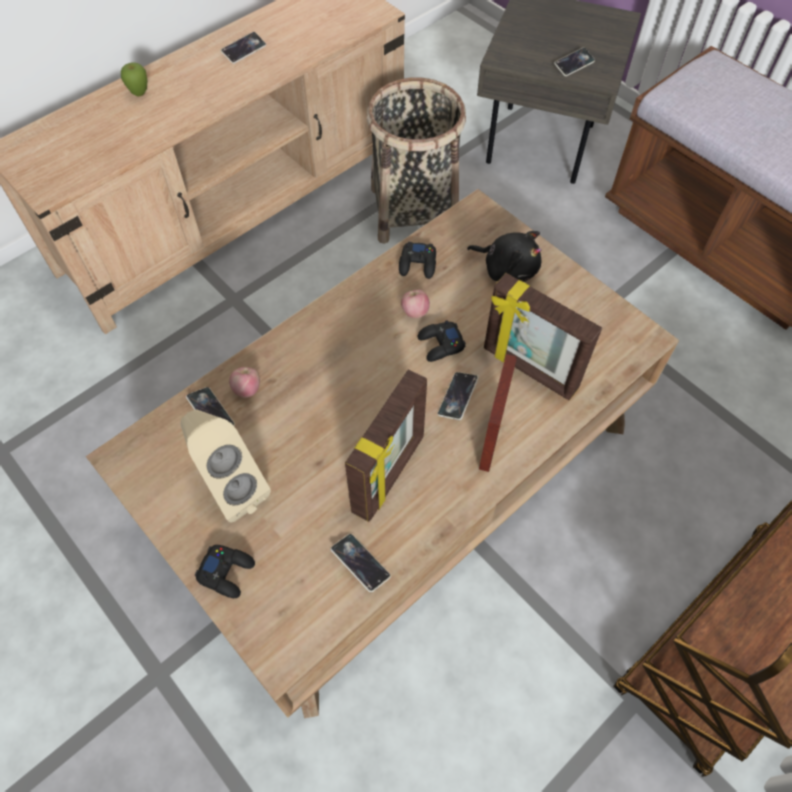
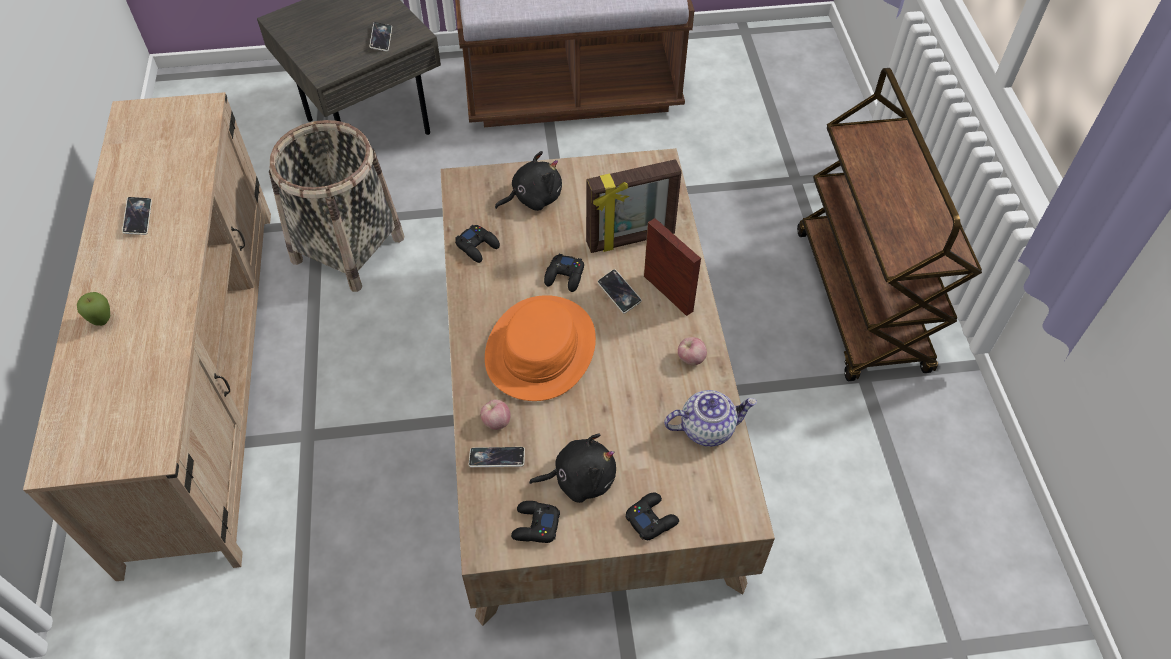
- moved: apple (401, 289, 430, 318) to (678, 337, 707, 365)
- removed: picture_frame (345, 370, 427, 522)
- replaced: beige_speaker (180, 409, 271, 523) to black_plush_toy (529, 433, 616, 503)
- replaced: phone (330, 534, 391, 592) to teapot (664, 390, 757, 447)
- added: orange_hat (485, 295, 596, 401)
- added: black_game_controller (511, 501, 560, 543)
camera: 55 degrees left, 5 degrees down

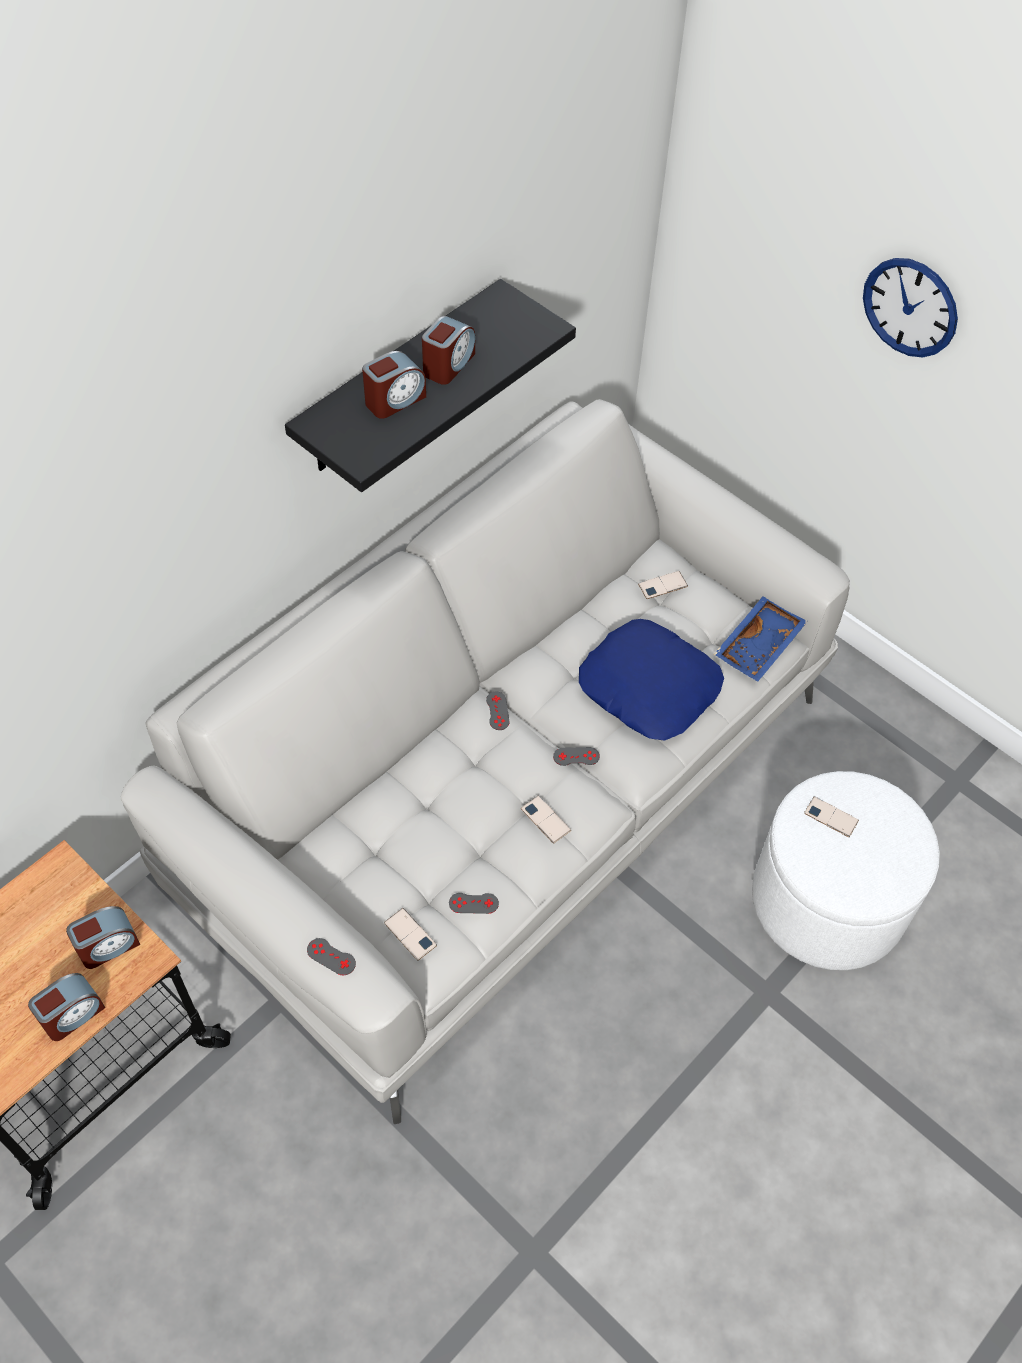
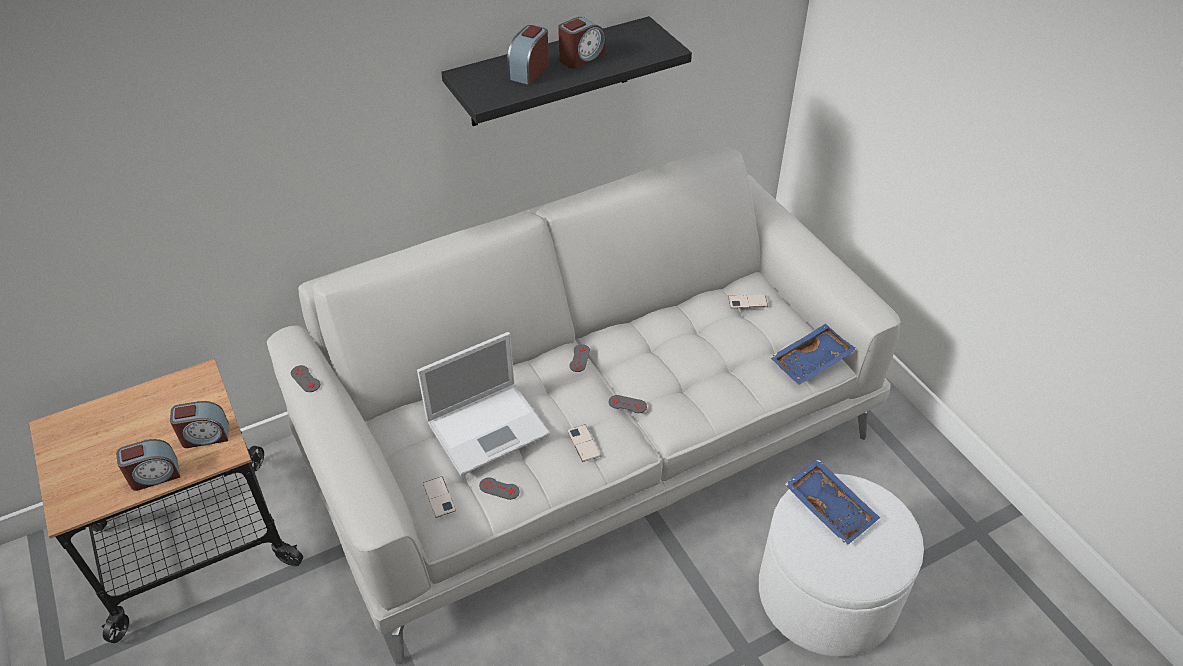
- removed: wall_clock (863, 258, 958, 357)
- turned: alarm_clock (362, 351, 426, 419) = (507, 25, 549, 85) 135 degrees clockwise
- removed: blue_pillow (579, 619, 724, 741)
- replaced: phone (804, 796, 859, 837) to blue_tray (785, 459, 880, 546)
- moved: grey_game_controller (307, 938, 356, 976) to (291, 365, 320, 392)
- added: laptop (417, 332, 550, 476)
camera: 20 degrees right, 10 degrees down

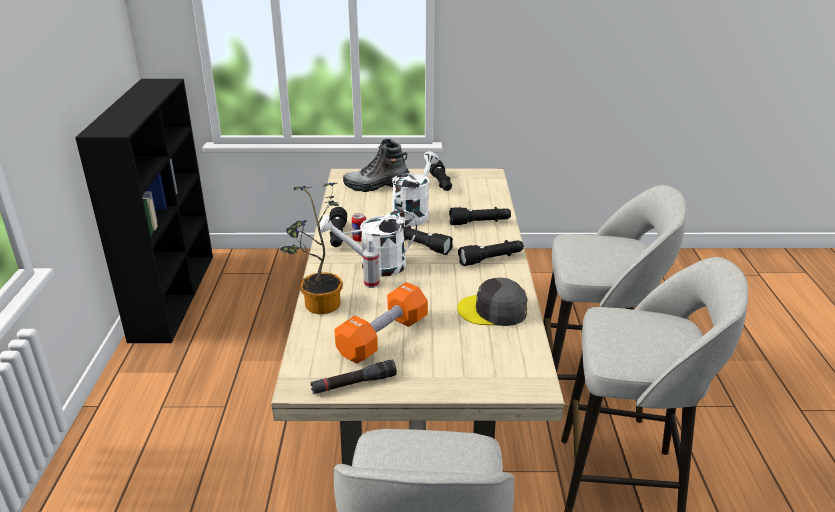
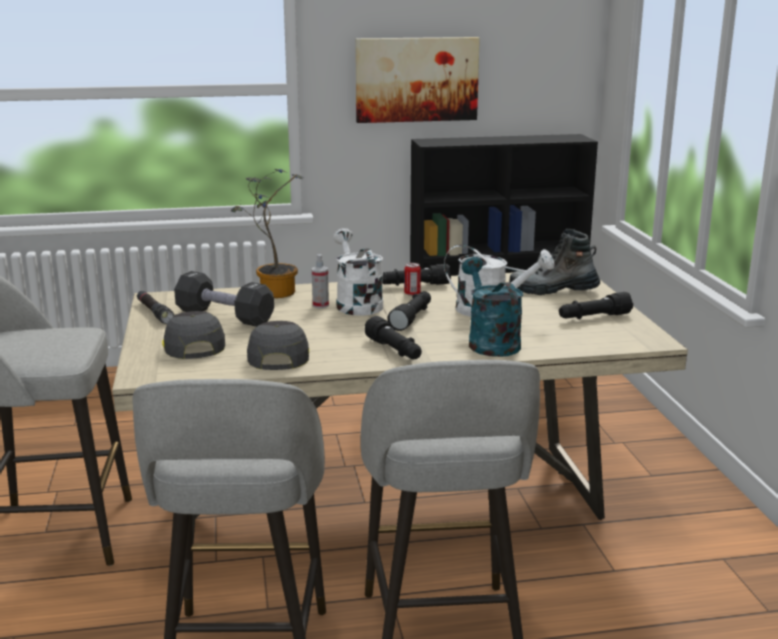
- turned: boot (343, 139, 409, 192) = (509, 229, 600, 295) 75 degrees counterclockwise
- replaced: black_flashlight (449, 207, 511, 225) to turquoise_watering_can (462, 257, 523, 357)
- recoloured: orange_dumbbell (334, 282, 428, 364) to black_dumbbell (174, 271, 274, 327)
- added: picture (355, 37, 480, 123)
- added: grey_cap (162, 311, 225, 359)
camera: 80 degrees right, 10 degrees down

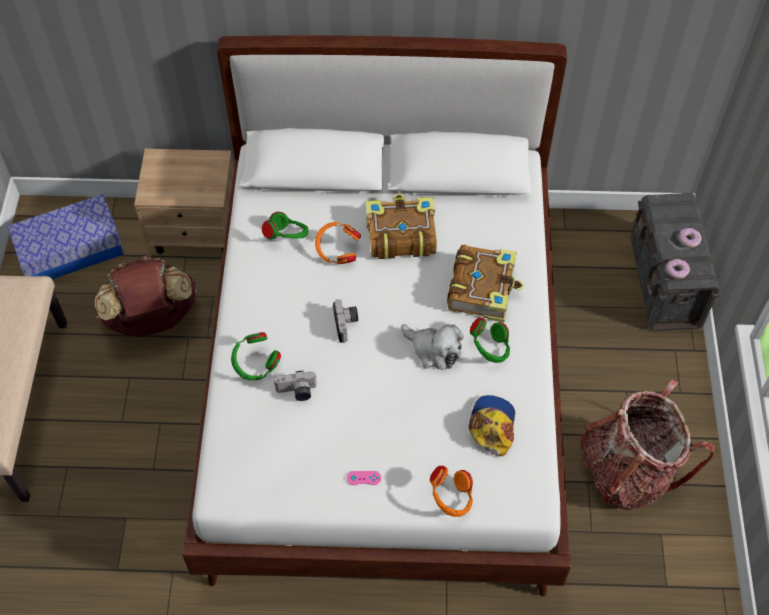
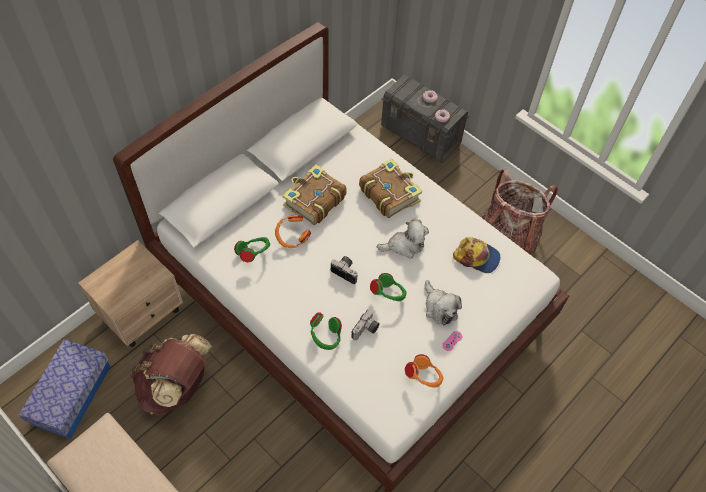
- moved: green_headphones (470, 318, 510, 363) to (370, 273, 407, 301)
- turned: cap (468, 395, 515, 456) = (453, 237, 500, 273) 150 degrees clockwise
- moved: orange_headphones (430, 466, 473, 517) to (405, 354, 444, 387)
- added: plush_toy (425, 280, 462, 325)
camera: 50 degrees left, 0 degrees up

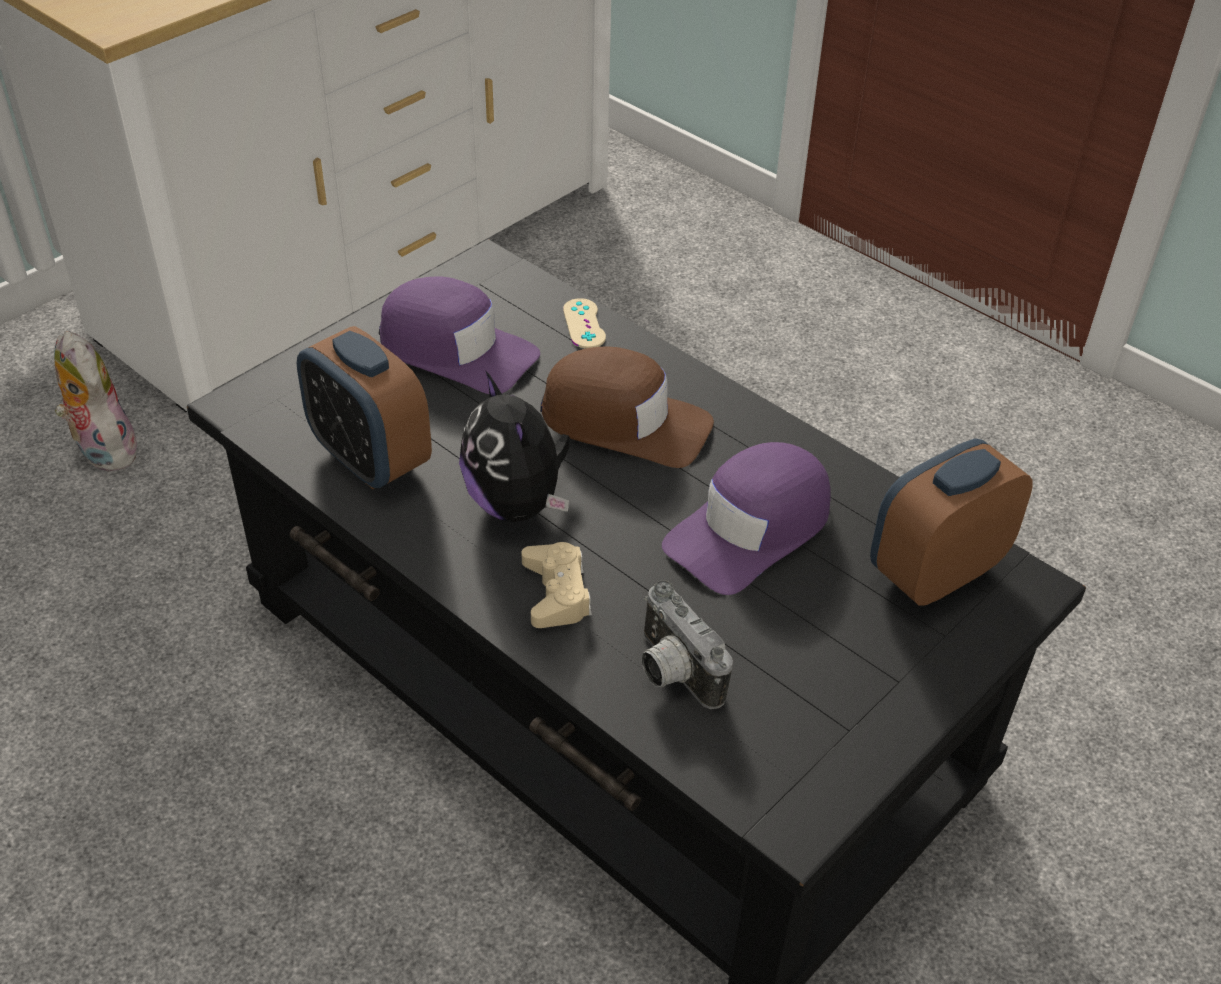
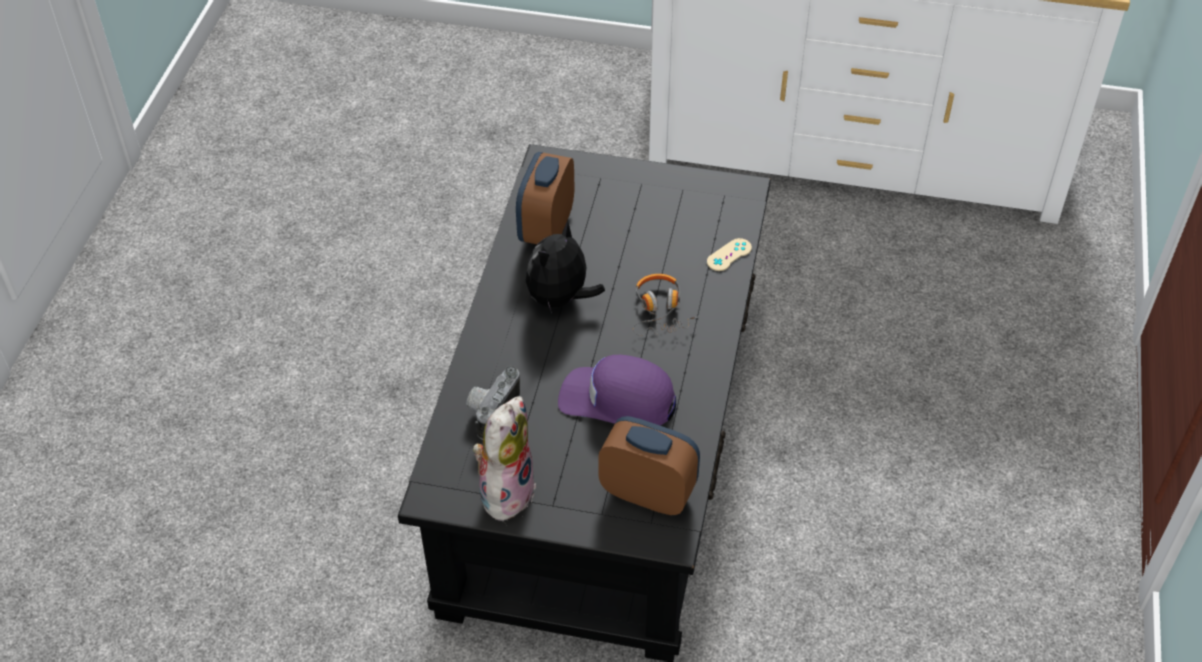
- removed: purple_cap (379, 277, 540, 394)
- moved: plush_toy (54, 331, 140, 471) to (473, 396, 536, 521)
- replaced: brown_cap (540, 346, 714, 468) to headphones (633, 274, 698, 336)
- removed: beige_game_controller (521, 542, 592, 628)
camera: 60 degrees right, 5 degrees up

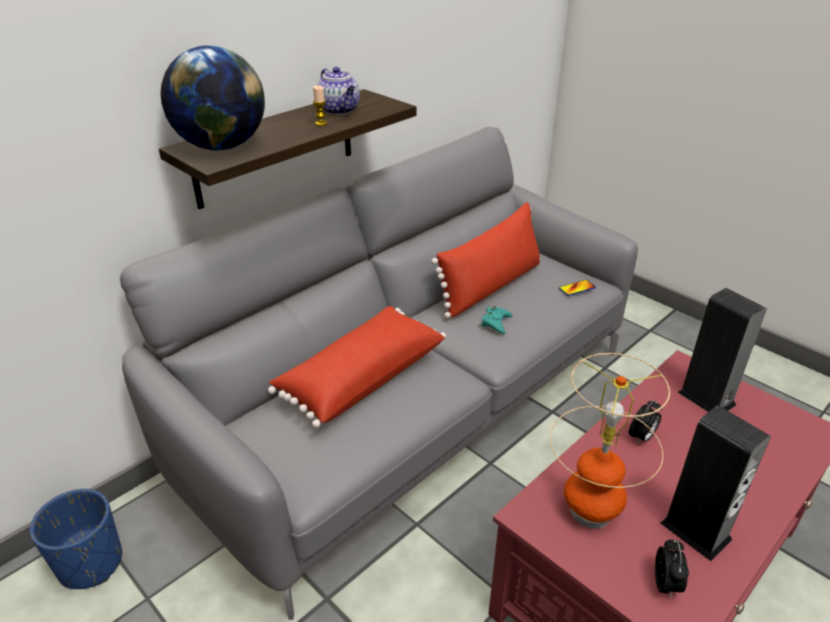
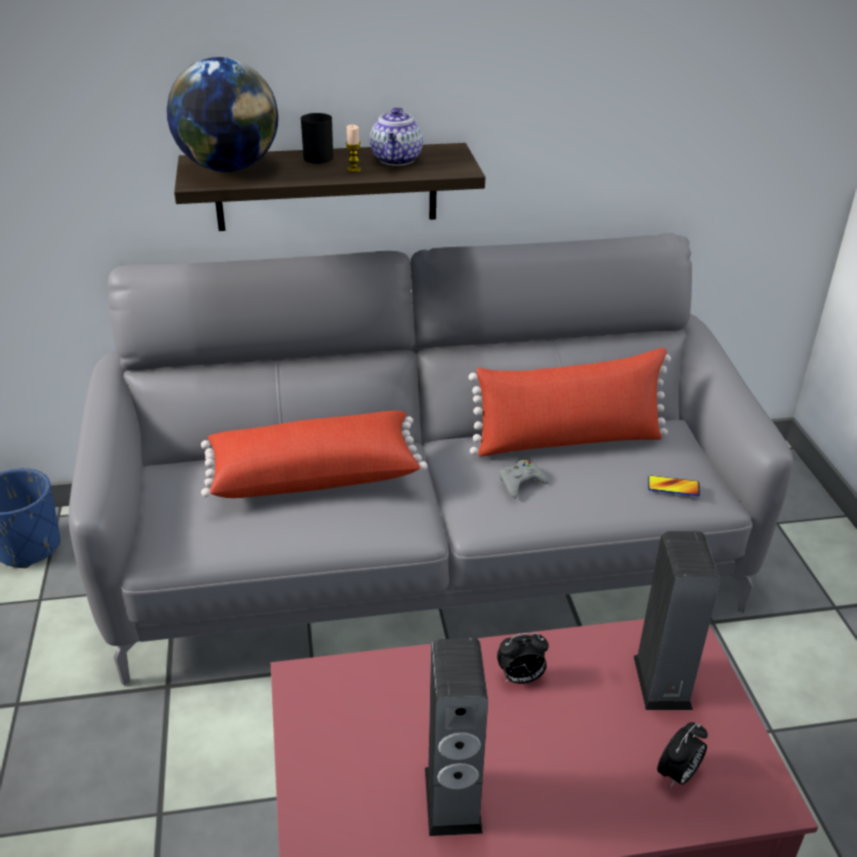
- recoloured: turquoise_game_controller (481, 306, 512, 334) to grey_game_controller (499, 460, 549, 498)
- removed: table_lamp (550, 353, 670, 529)
- moved: alarm_clock (655, 540, 689, 598) to (657, 722, 708, 788)
- added: black_mug (301, 113, 333, 164)
camera: 35 degrees right, 0 degrees up

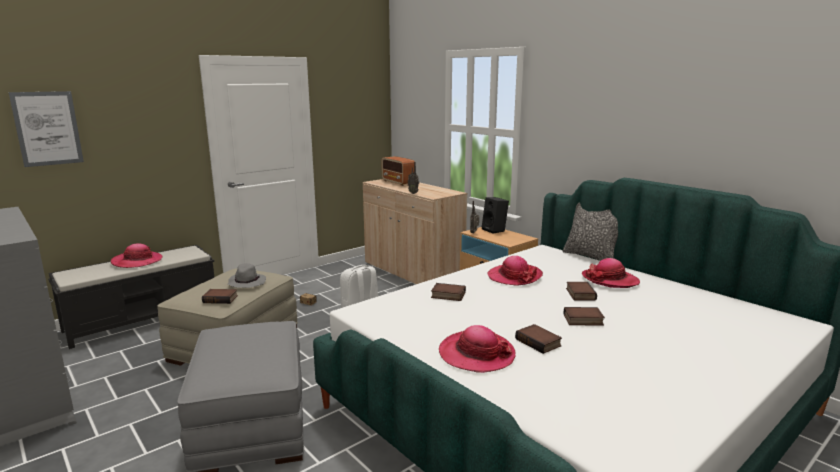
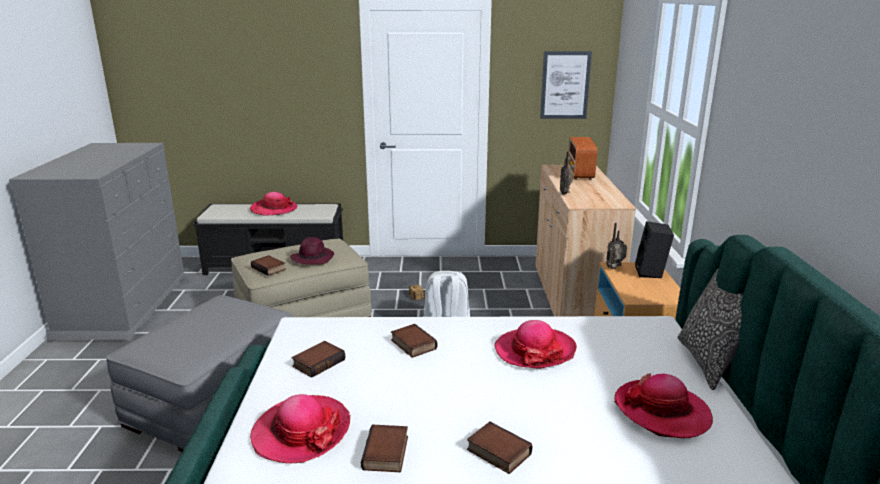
- moved: picture (9, 91, 84, 167) to (540, 51, 592, 119)
- recoloured: grey_hat (228, 263, 266, 288) to purple_hat (290, 237, 334, 265)
- moved: book (566, 282, 597, 301) to (292, 341, 345, 378)
camera: 40 degrees right, 5 degrees up

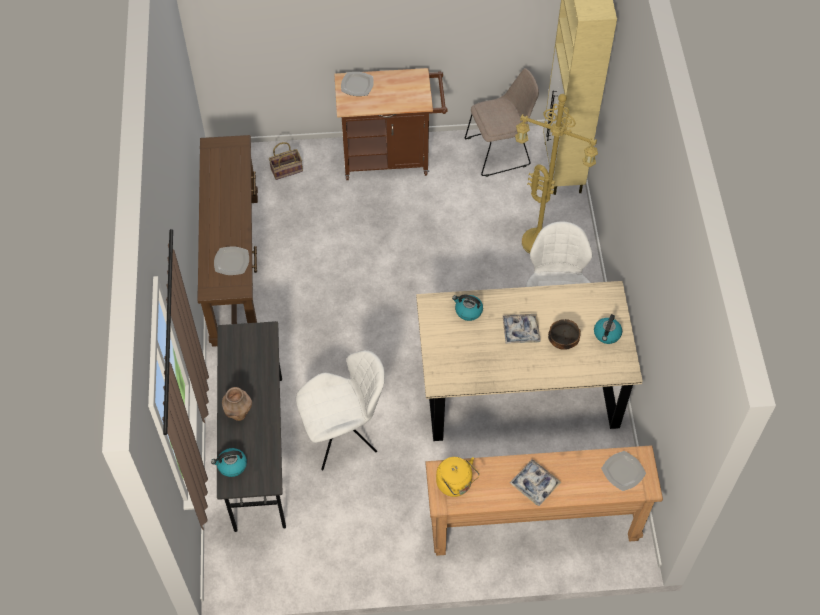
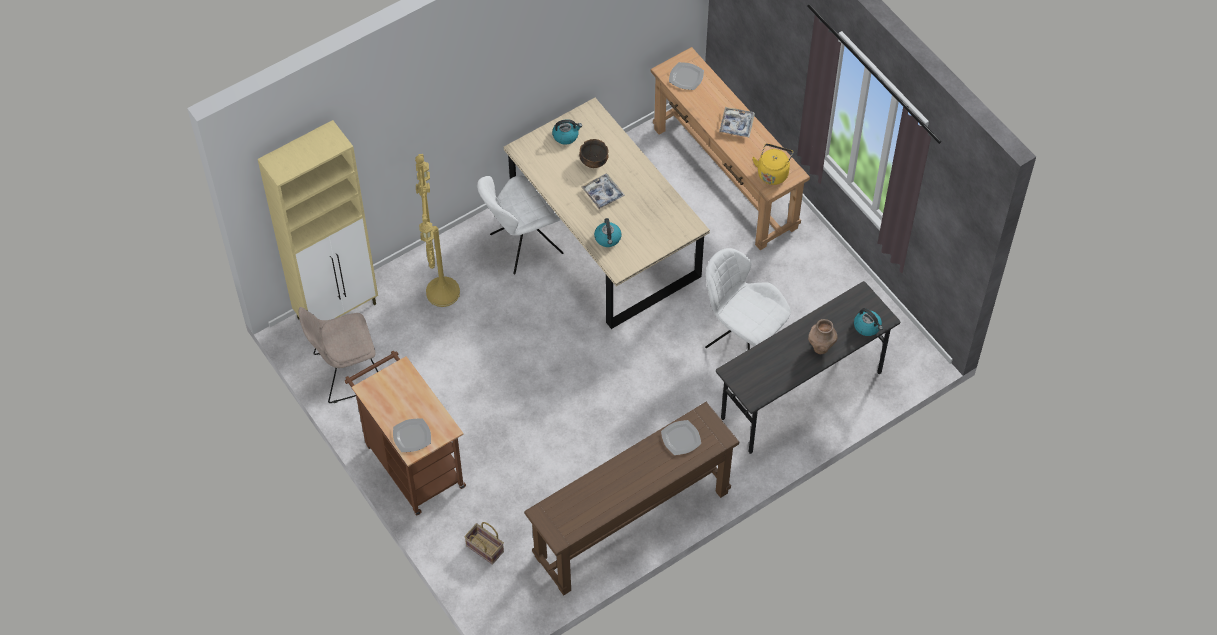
- turned: beige_chair (465, 68, 539, 177) = (299, 307, 378, 403) 60 degrees counterclockwise
camera: 120 degrees left, 0 degrees up

